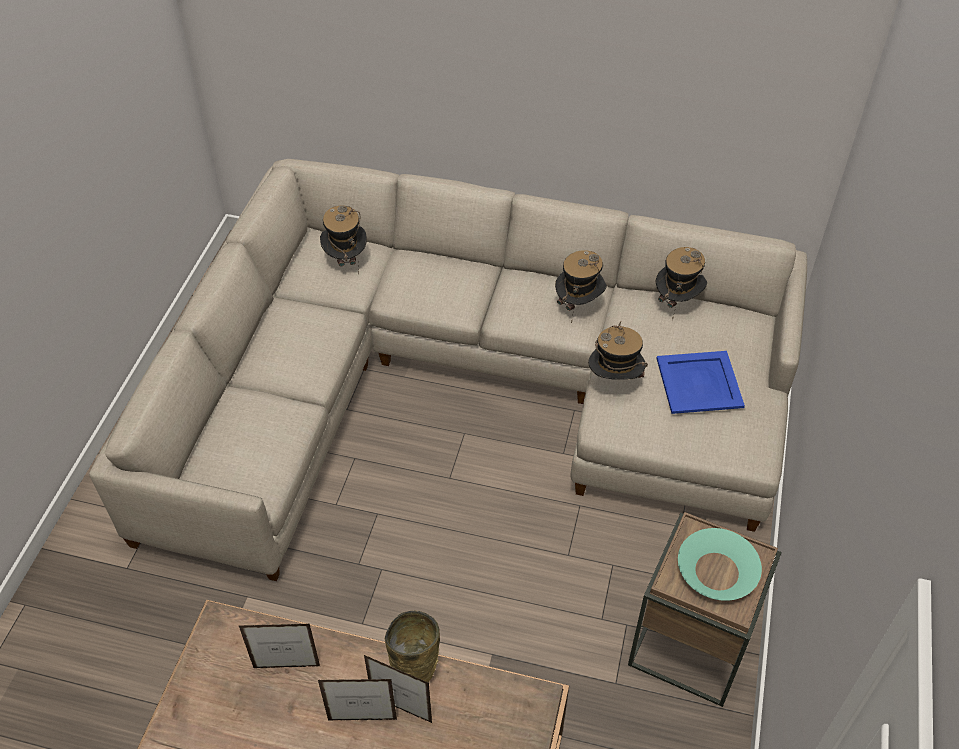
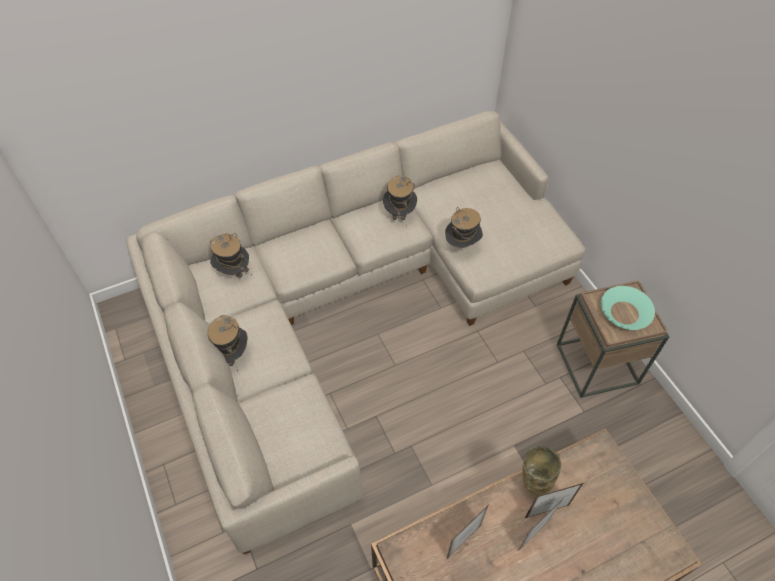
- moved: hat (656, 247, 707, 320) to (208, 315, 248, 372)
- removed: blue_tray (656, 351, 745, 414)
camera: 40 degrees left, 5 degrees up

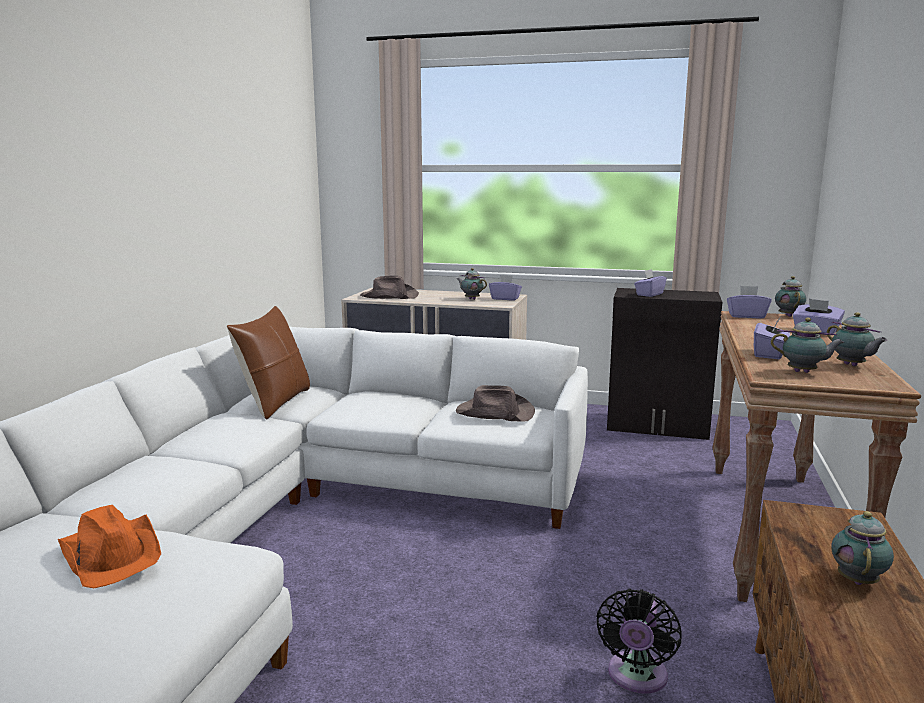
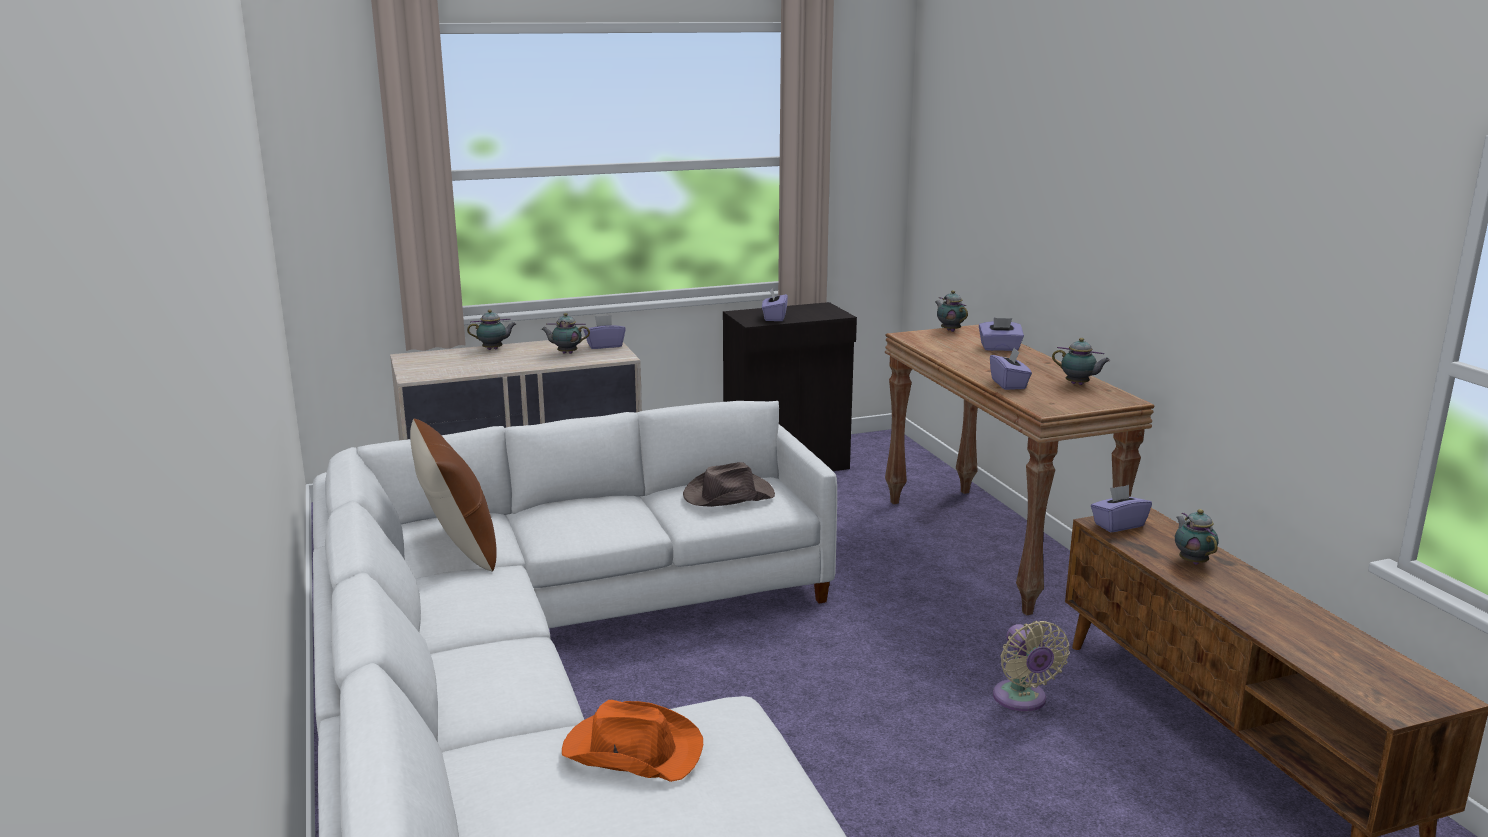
- removed: brown_hat (360, 275, 419, 299)
- moved: purple_tissue_box (727, 286, 771, 319) to (1091, 485, 1152, 533)
- moved: teapot (771, 318, 844, 373) to (467, 310, 516, 350)
- recoloured: black_fan (596, 589, 682, 694) to beige_fan (993, 621, 1070, 711)
camera: 35 degrees left, 5 degrees up

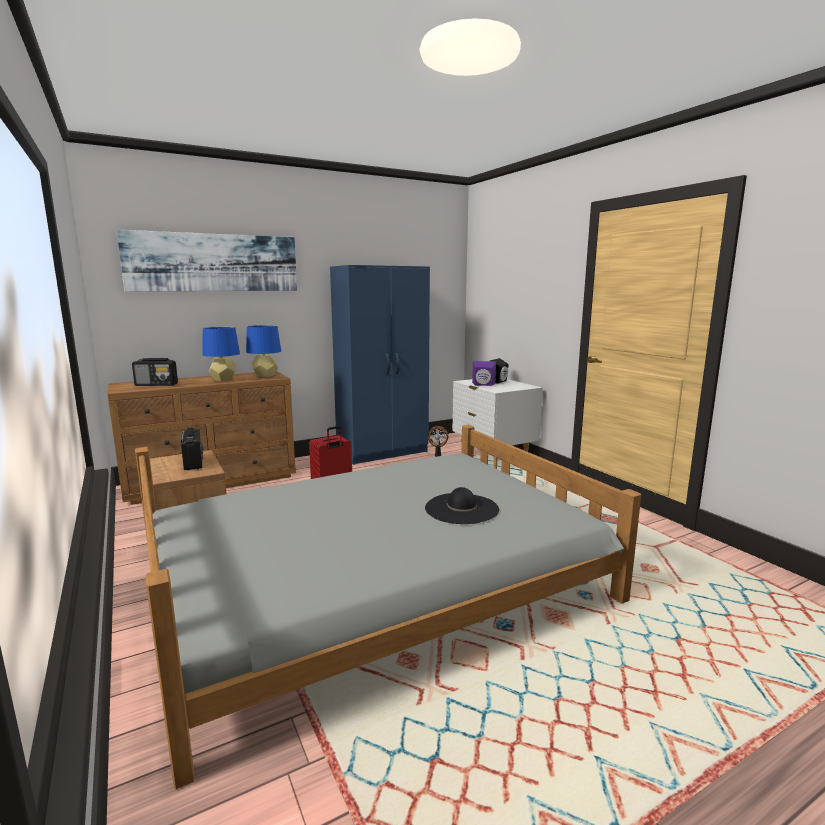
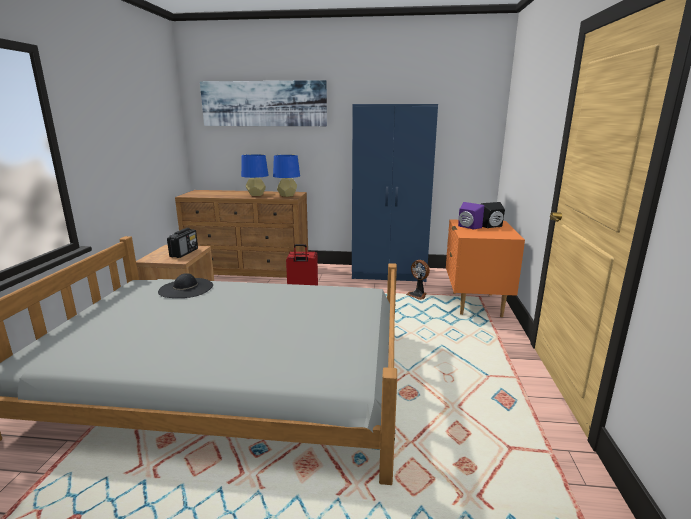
- removed: radio (132, 358, 178, 386)
- recoloured: white_nightstand (452, 379, 543, 469) to orange_nightstand (446, 219, 525, 317)
- moved: black_hat (425, 487, 499, 524) to (158, 273, 213, 298)
camera: 35 degrees right, 5 degrees up

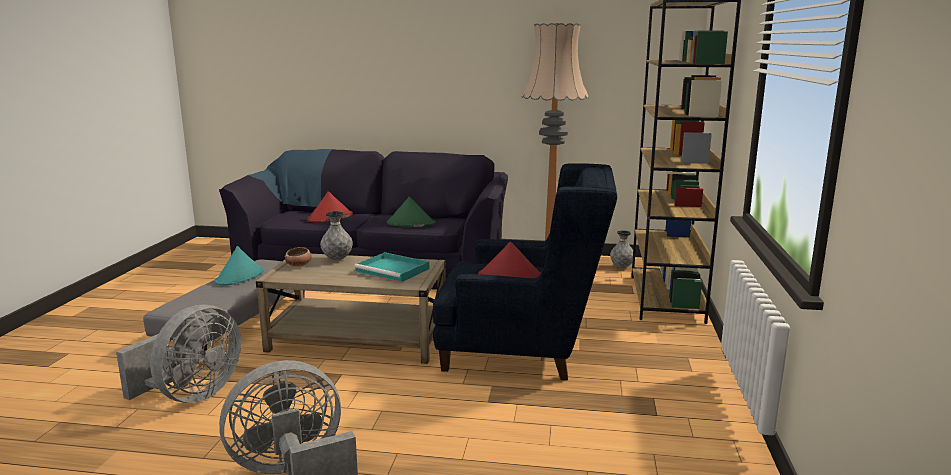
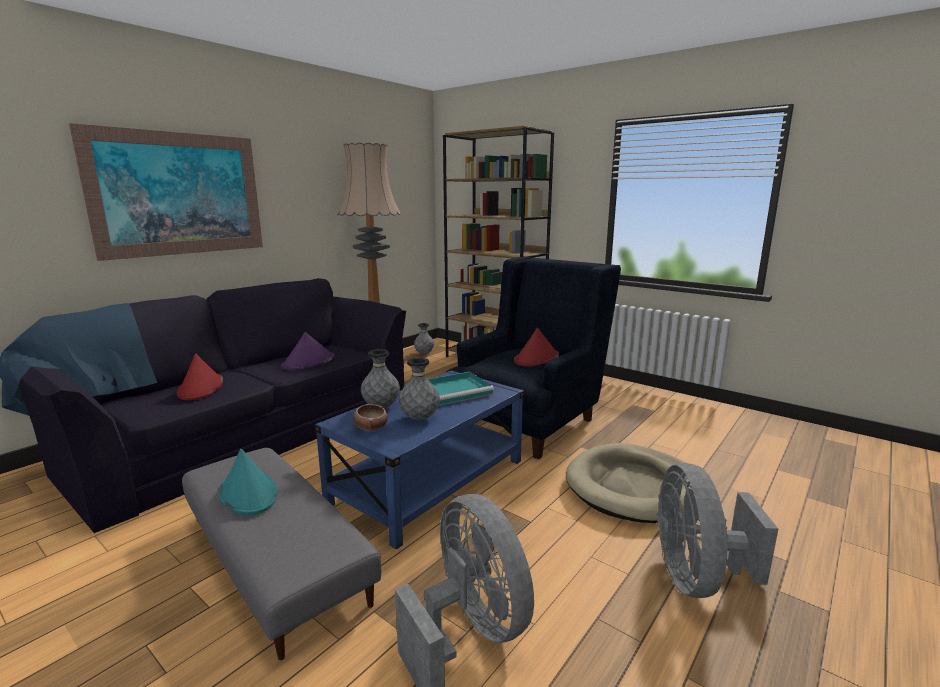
- recoloured: green_hat (387, 197, 436, 227) to purple_hat (281, 332, 335, 370)
- recoloured: beige_coffee_table (256, 254, 446, 364) to blue_coffee_table (315, 371, 524, 549)
- added: picture (69, 123, 263, 261)
- added: grey_vase (399, 358, 440, 420)
- added: beige_dog_bed (566, 443, 691, 523)
camera: 60 degrees left, 0 degrees up

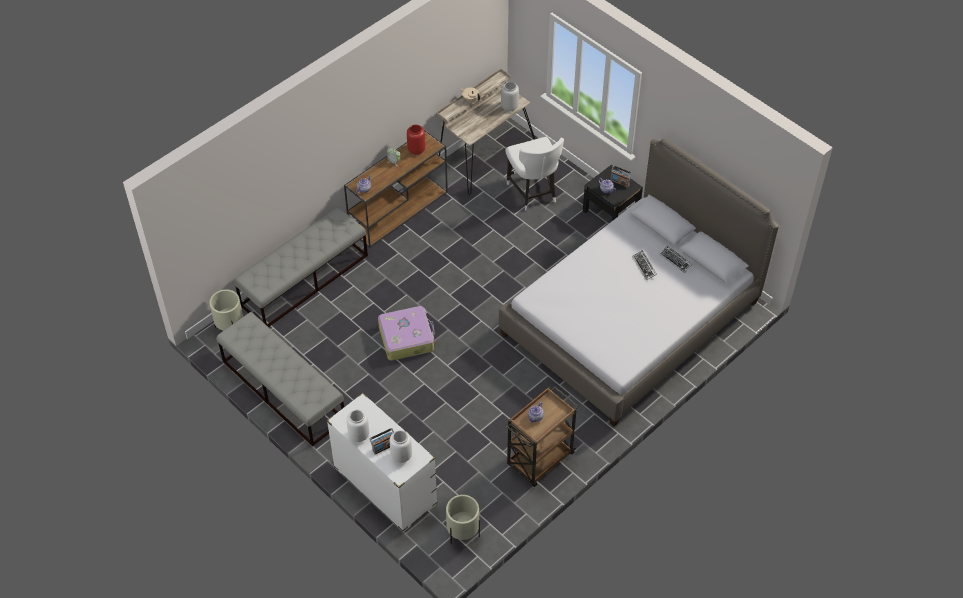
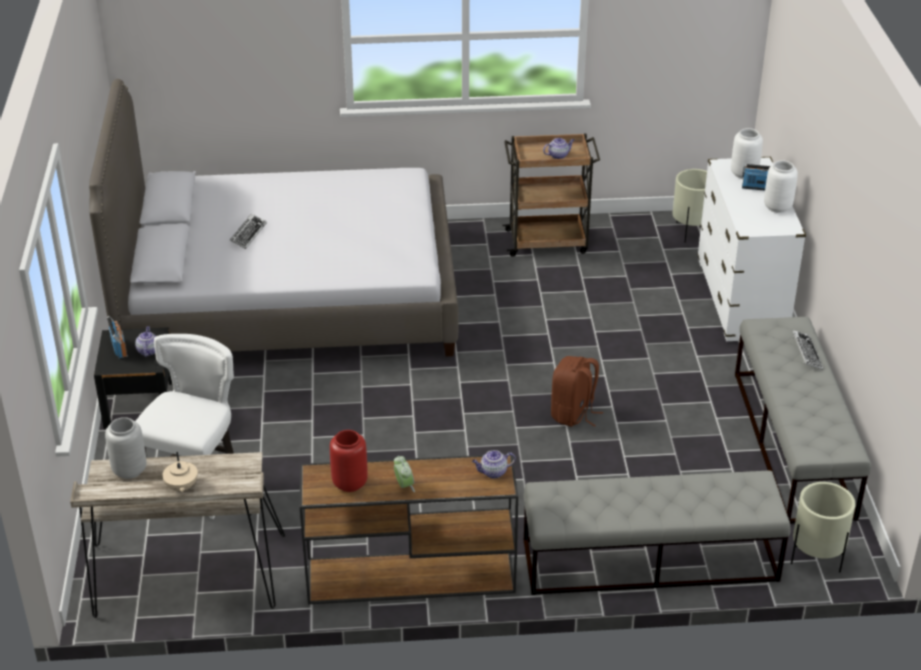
- moved: keyboard (660, 246, 692, 273) to (792, 330, 823, 370)
- replaced: suitcase (378, 306, 435, 361) to brown_backpack (551, 356, 603, 427)
camera: 140 degrees left, 15 degrees down

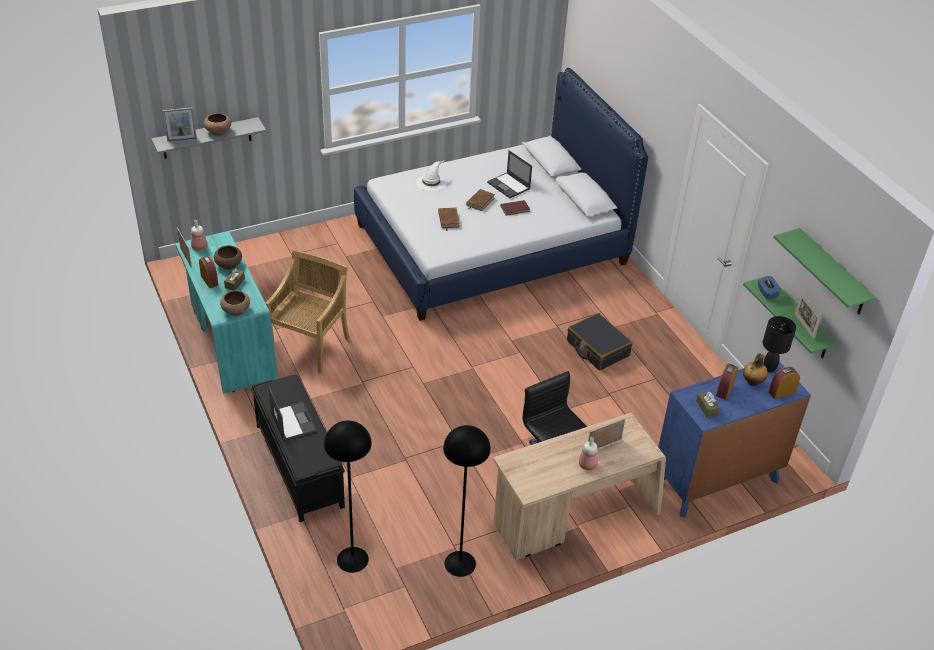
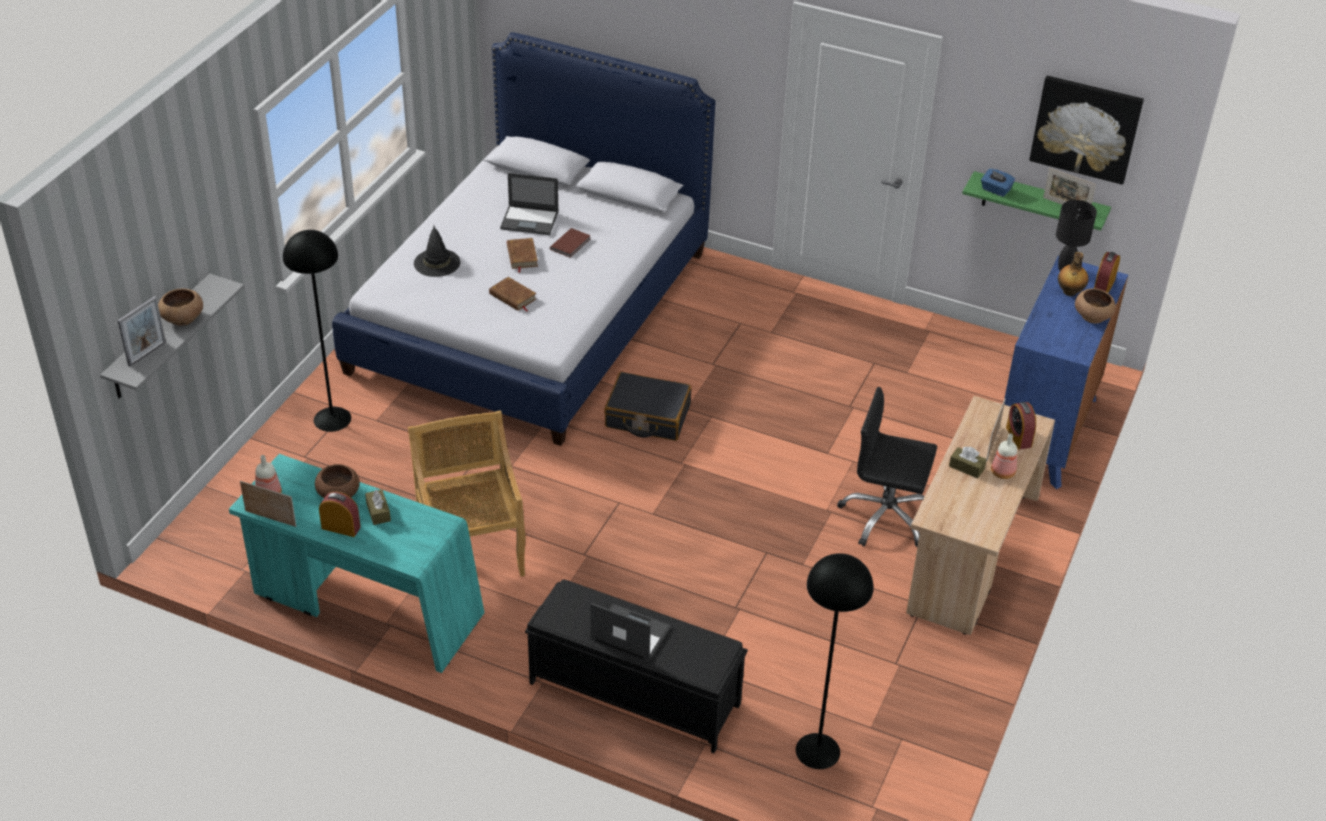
- recoloured: white_hat (416, 161, 447, 192) to black_hat (414, 226, 461, 277)
- replaced: green_shelf (773, 228, 876, 314) to picture (1029, 76, 1144, 185)
- moved: brown_bowl (220, 290, 250, 316) to (1075, 288, 1116, 323)
- moved: black_suitcase (567, 313, 632, 371) to (604, 372, 692, 441)
- moved: alarm_clock (716, 364, 738, 400) to (1006, 402, 1036, 449)
- moved: brown_tissue_box (696, 392, 720, 418) to (949, 447, 987, 478)
- moved: black_floor_lamp (443, 425, 491, 577) to (283, 230, 351, 432)
camera: 40 degrees left, 0 degrees up

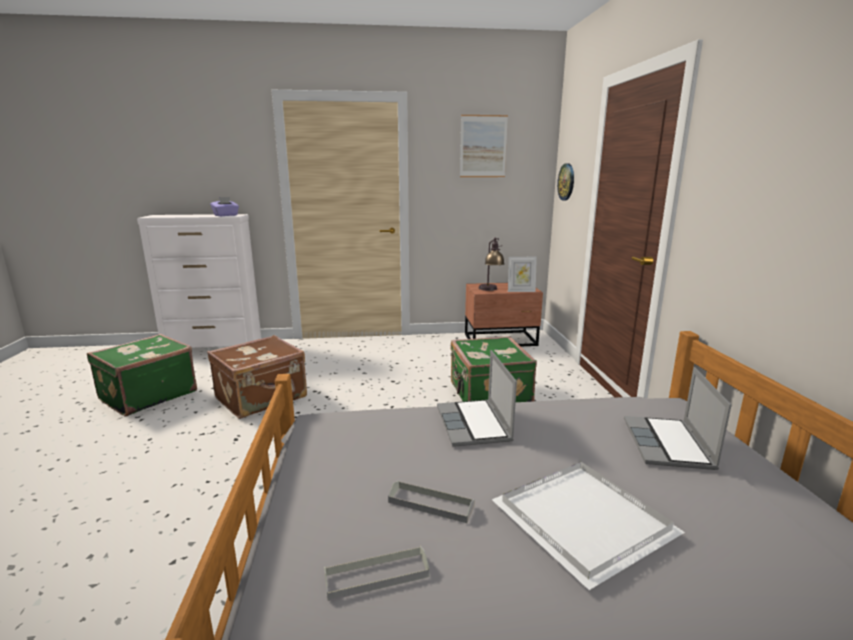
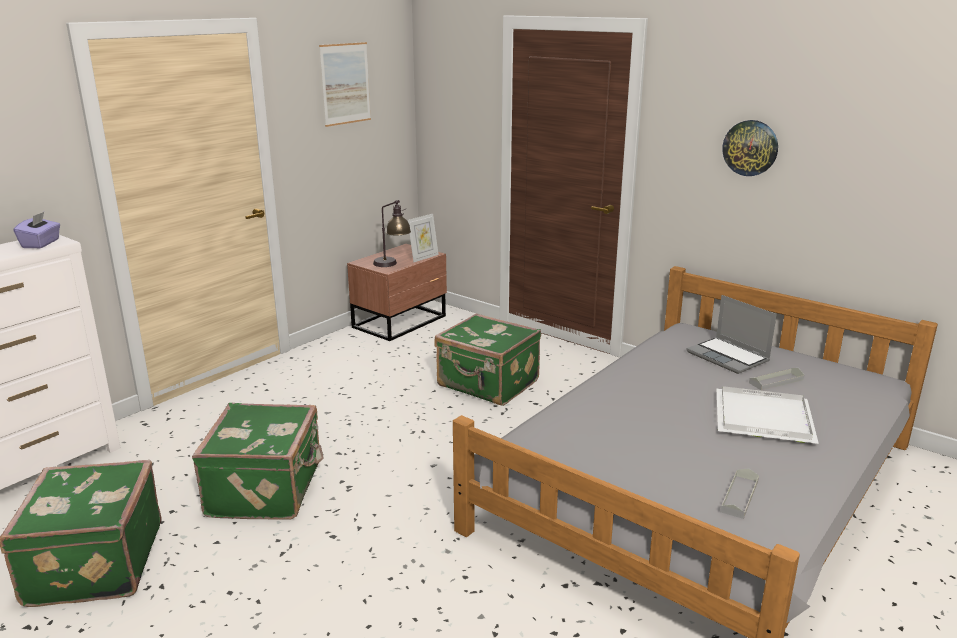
- moved: wall_clock (557, 163, 574, 201) to (722, 120, 778, 176)
- recoloured: brown_suitcase (207, 335, 307, 419) to green_suitcase (192, 403, 324, 520)
- removed: laptop (437, 350, 517, 447)
- moved: grey_tray (388, 481, 475, 523) to (749, 368, 804, 390)
camera: 45 degrees left, 5 degrees up

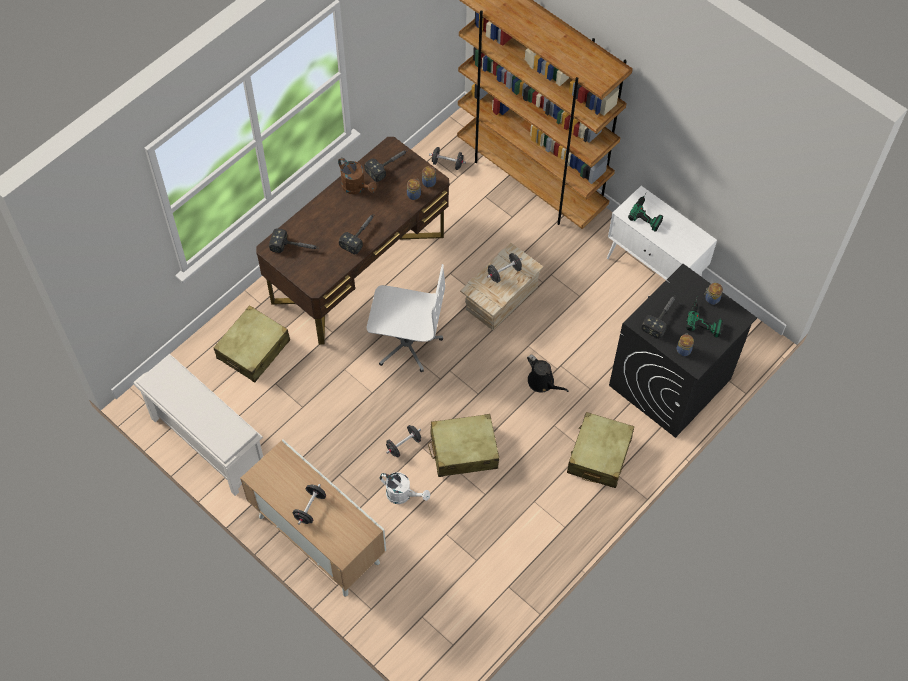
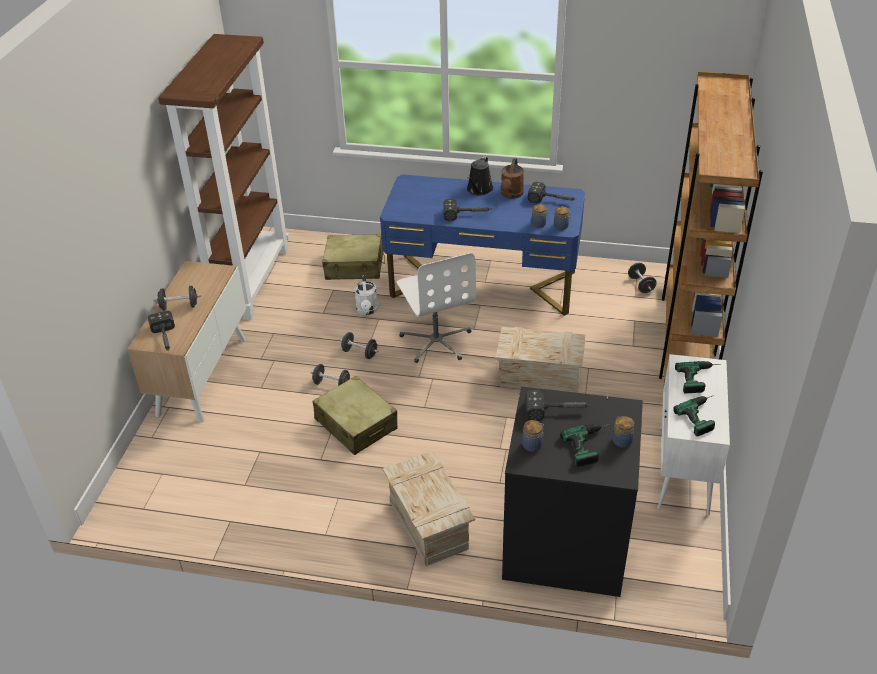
- recoloured: brown_desk (256, 137, 450, 345) to blue_desk (380, 175, 585, 316)
- moved: hammer (269, 228, 319, 253) to (148, 311, 175, 351)
- moved: black_dumbbell (487, 253, 522, 283) to (340, 332, 378, 359)
- replaced: white_shoe_rack (133, 354, 263, 496) to brown_bookcase (158, 34, 289, 320)
- moved: black_watering_can (527, 355, 569, 393) to (467, 156, 494, 195)
- replaced: beige_suitcase (567, 412, 634, 488) to crate (383, 451, 475, 566)
- moved: white_watering_can (380, 472, 430, 504) to (354, 275, 378, 315)
- added: power_drill (673, 395, 715, 437)
camera: 60 degrees right, 20 degrees down

